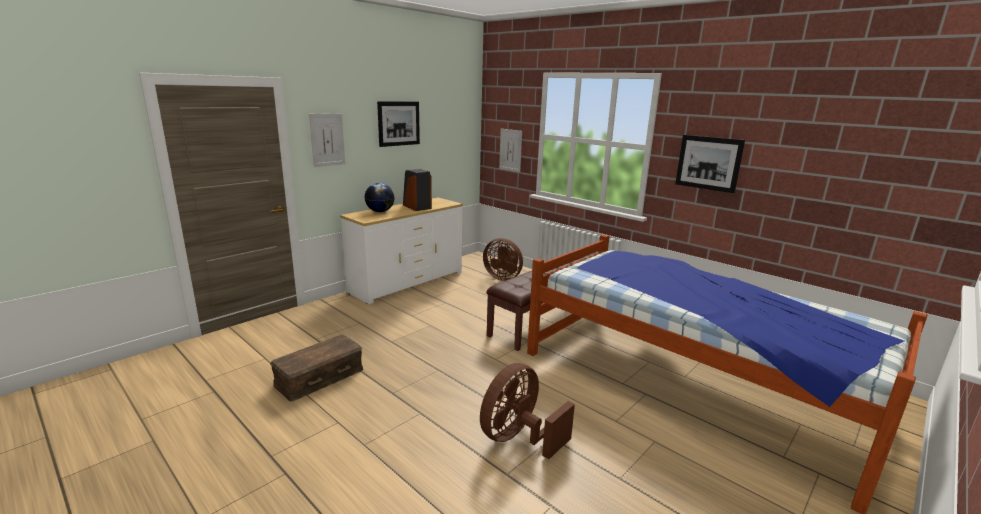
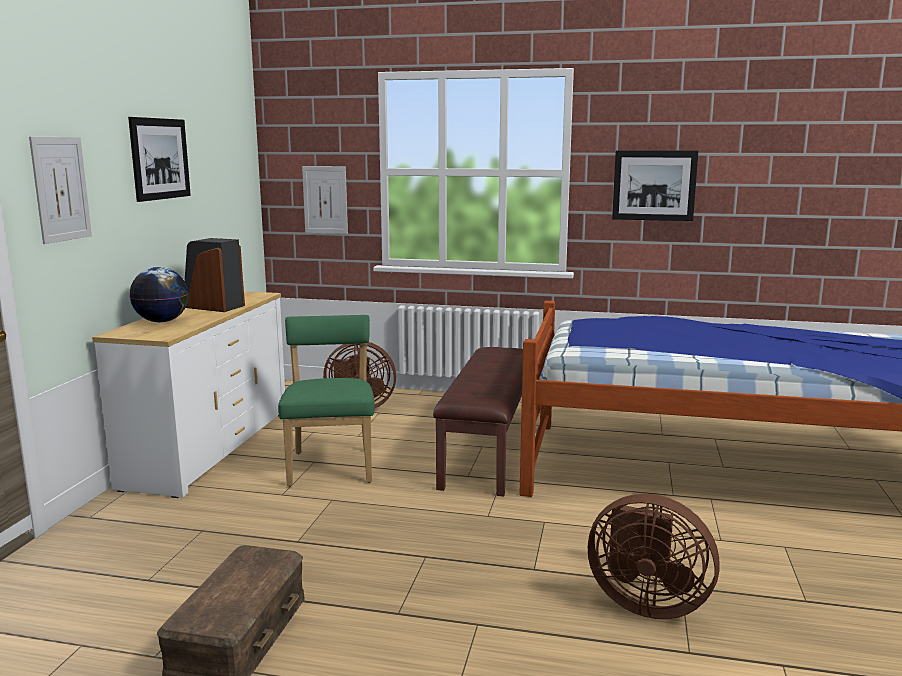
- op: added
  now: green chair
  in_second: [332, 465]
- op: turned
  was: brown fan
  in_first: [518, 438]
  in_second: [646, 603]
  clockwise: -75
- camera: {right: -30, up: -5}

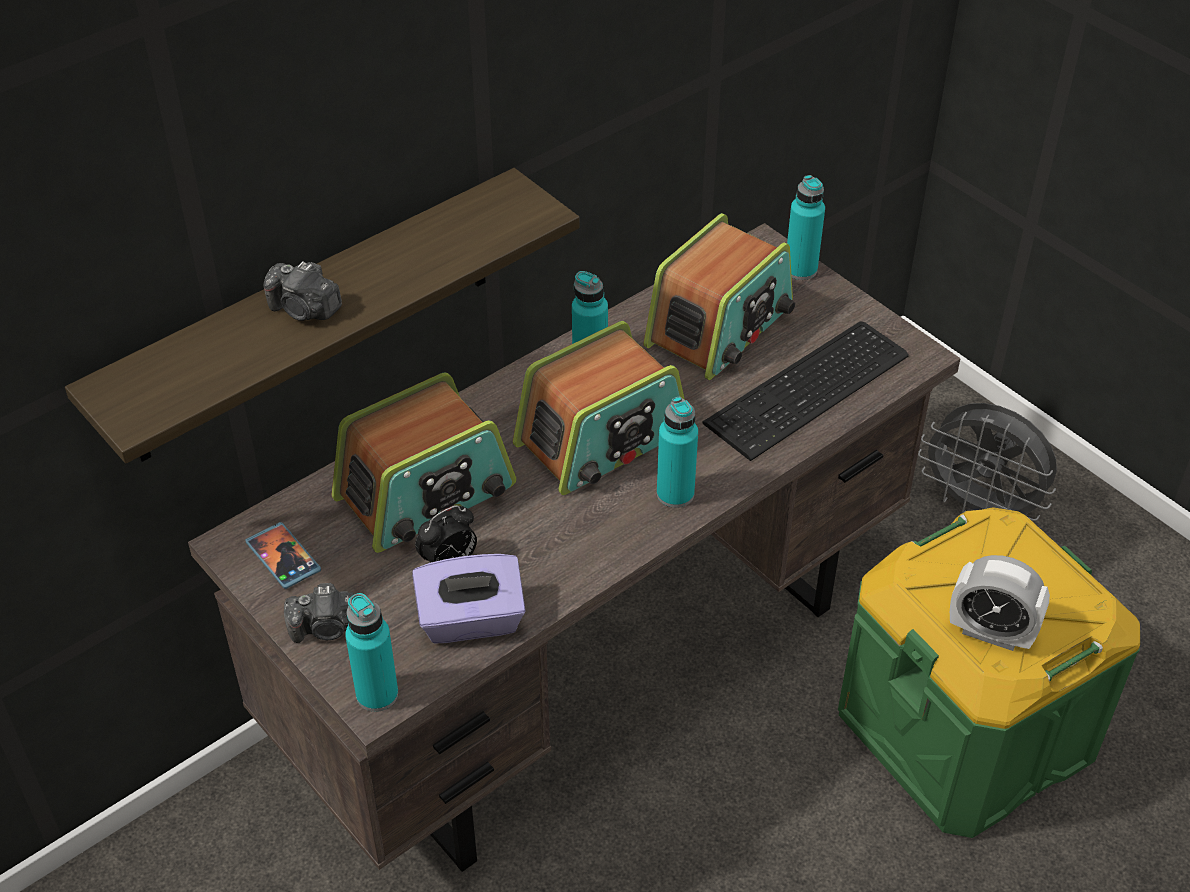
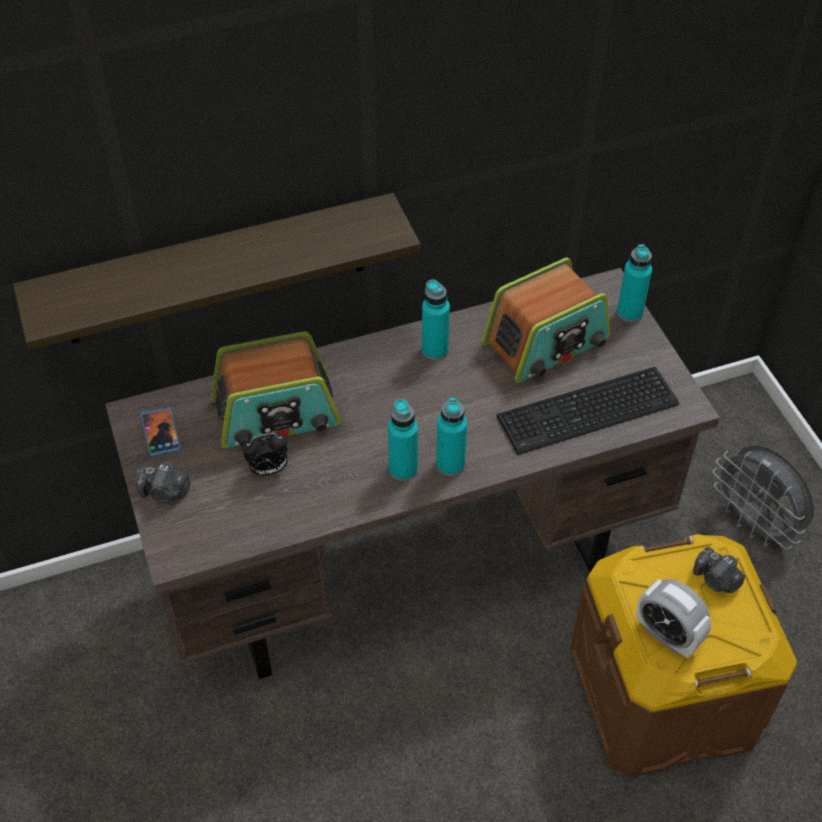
- op: moved
  was: turquoise bottle
  in_first: [377, 694]
  in_second: [403, 469]
- op: recoloured
  was: green storage box
  now: brown storage box
  in_first: [965, 729]
  in_second: [664, 693]
- op: moved
  was: photo camera
  in_first: [304, 310]
  in_second: [716, 579]
- op: removed
  was: purple tissue box
  in_first: [471, 621]
- op: removed
  was: radio
  in_first: [603, 439]
- camera: {right: 20, up: 5}

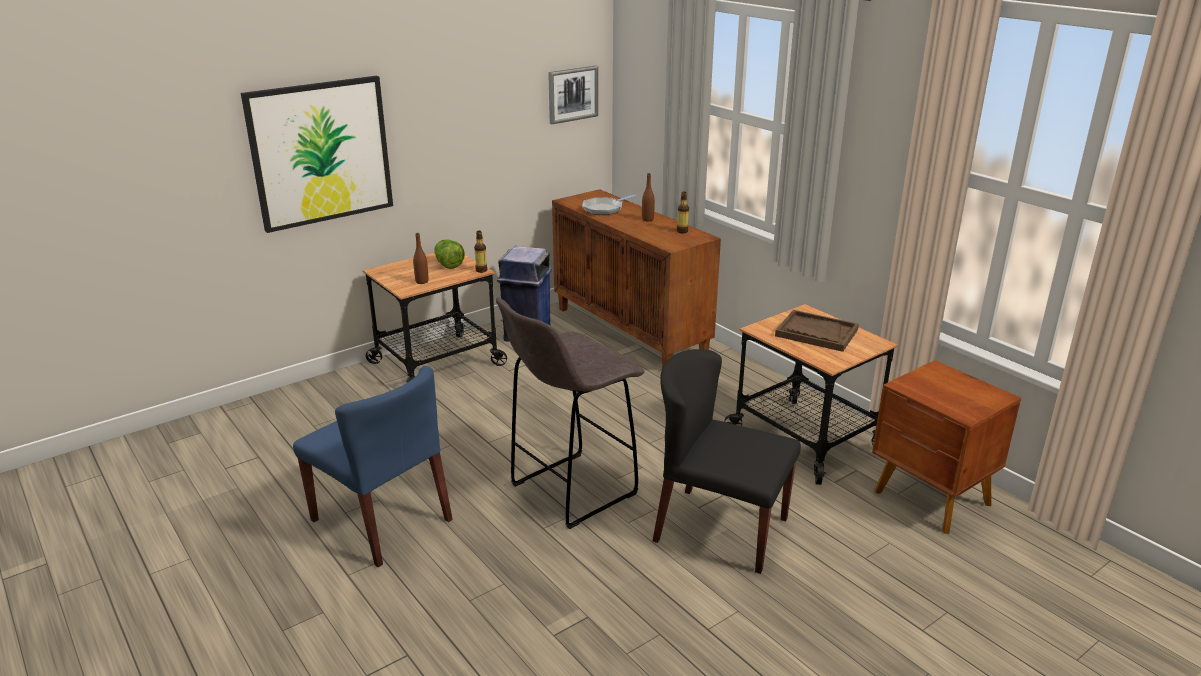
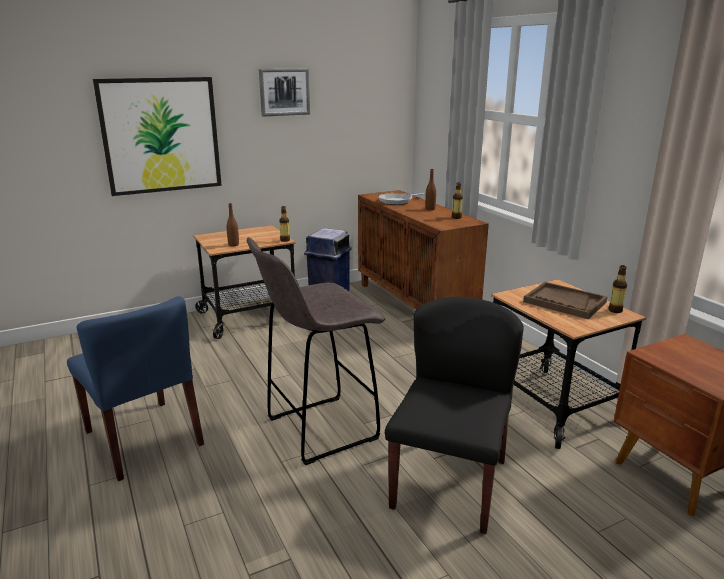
- op: moved
  was: picture
  in_first: [572, 94]
  in_second: [284, 92]
- op: turned
  was: black chair
  in_first: [719, 529]
  in_second: [449, 482]
  clockwise: 75
- op: added
  now: bottle
  in_second: [615, 310]
- op: removed
  was: lettuce
  in_first: [448, 264]
- camera: {right: 10, up: -5}

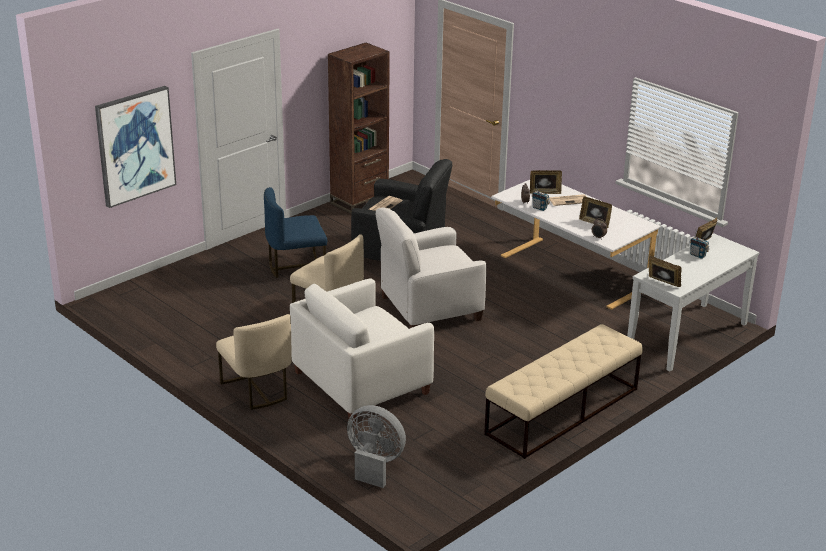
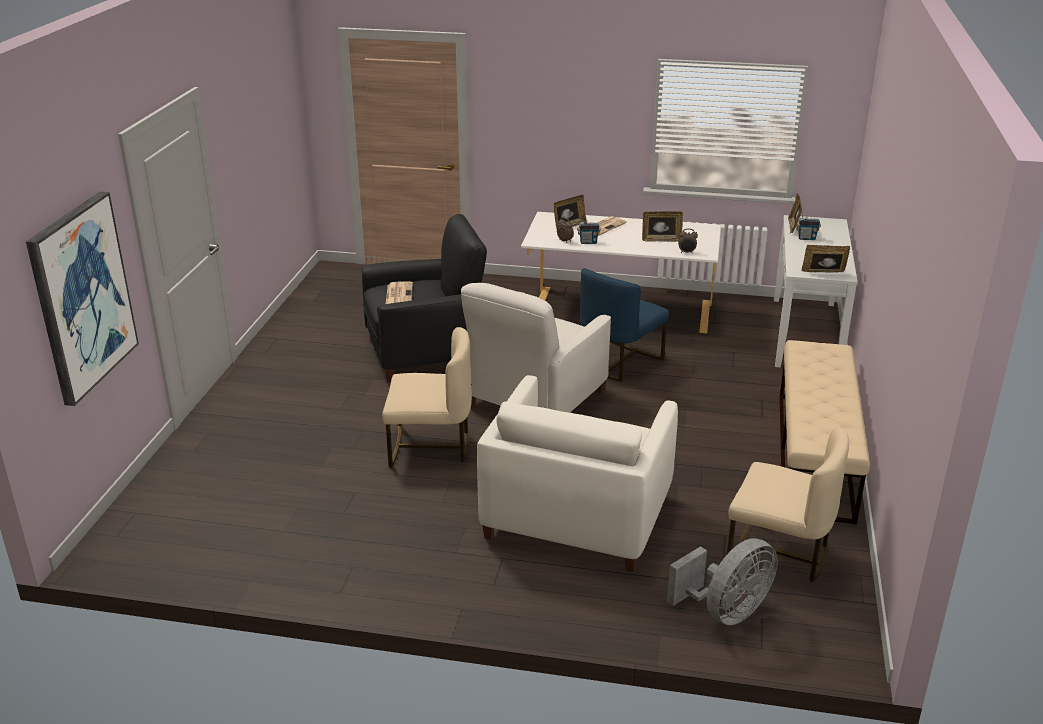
- op: moved
  was: blue chair
  in_first: [296, 267]
  in_second: [619, 362]
- op: turned
  was: grey fan
  in_first: [374, 464]
  in_second: [726, 612]
  clockwise: 150
- op: moved
  was: beige chair
  in_first: [257, 390]
  in_second: [778, 553]
- op: removed
  was: brown bookcase
  in_first: [359, 201]
- camera: {right: -35, up: 0}

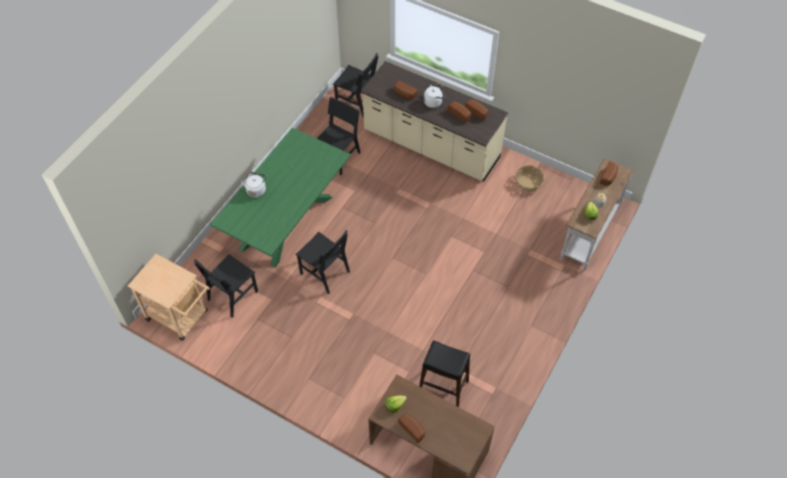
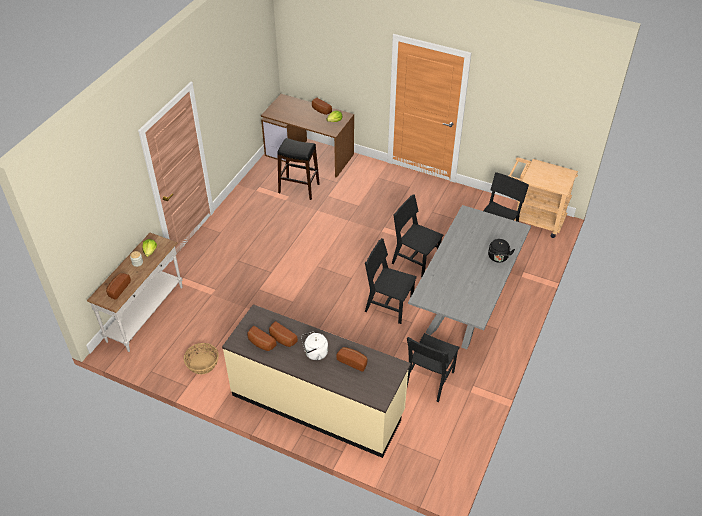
- op: moved
  was: black chair
  in_first: [357, 102]
  in_second: [389, 306]
- op: recoloured
  was: green dining table
  now: grey dining table
  in_first: [287, 222]
  in_second: [466, 303]
- op: recoloured
  was: white kettle
  now: black kettle
  in_first: [256, 190]
  in_second: [498, 258]
- camera: {right: 175, up: -10}

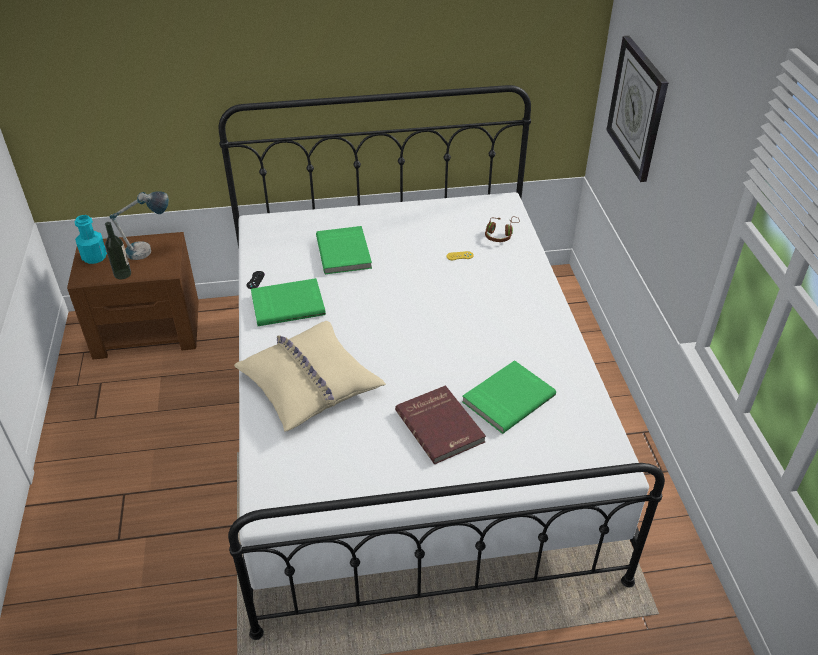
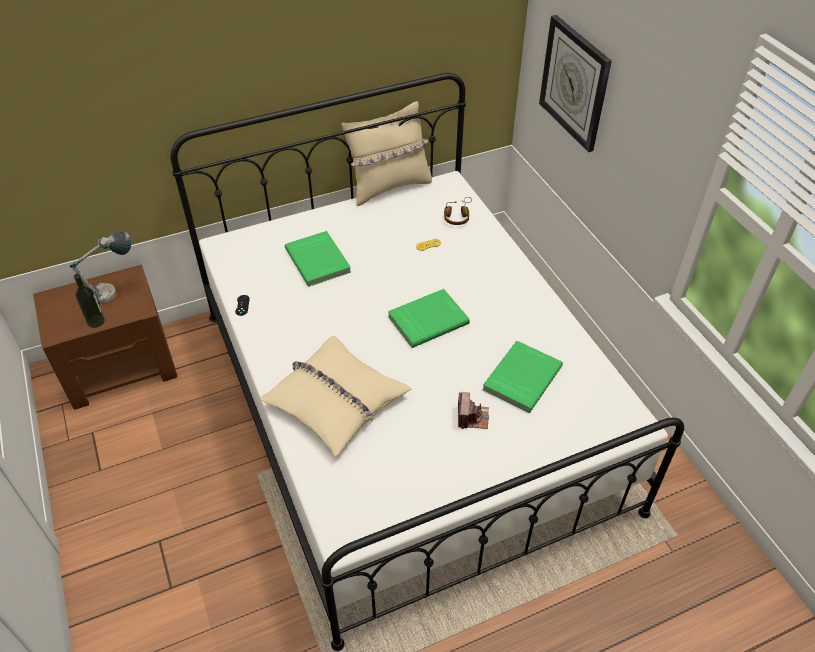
- op: added
  now: beige pillow
  in_second: [389, 187]
- op: moved
  was: green book
  in_first: [287, 304]
  in_second: [427, 319]
- op: replaced
  was: red book
  now: photo camera
  in_first: [441, 426]
  in_second: [472, 417]
- op: removed
  was: turquoise bottle
  in_first: [94, 257]
- camera: {right: -15, up: 5}

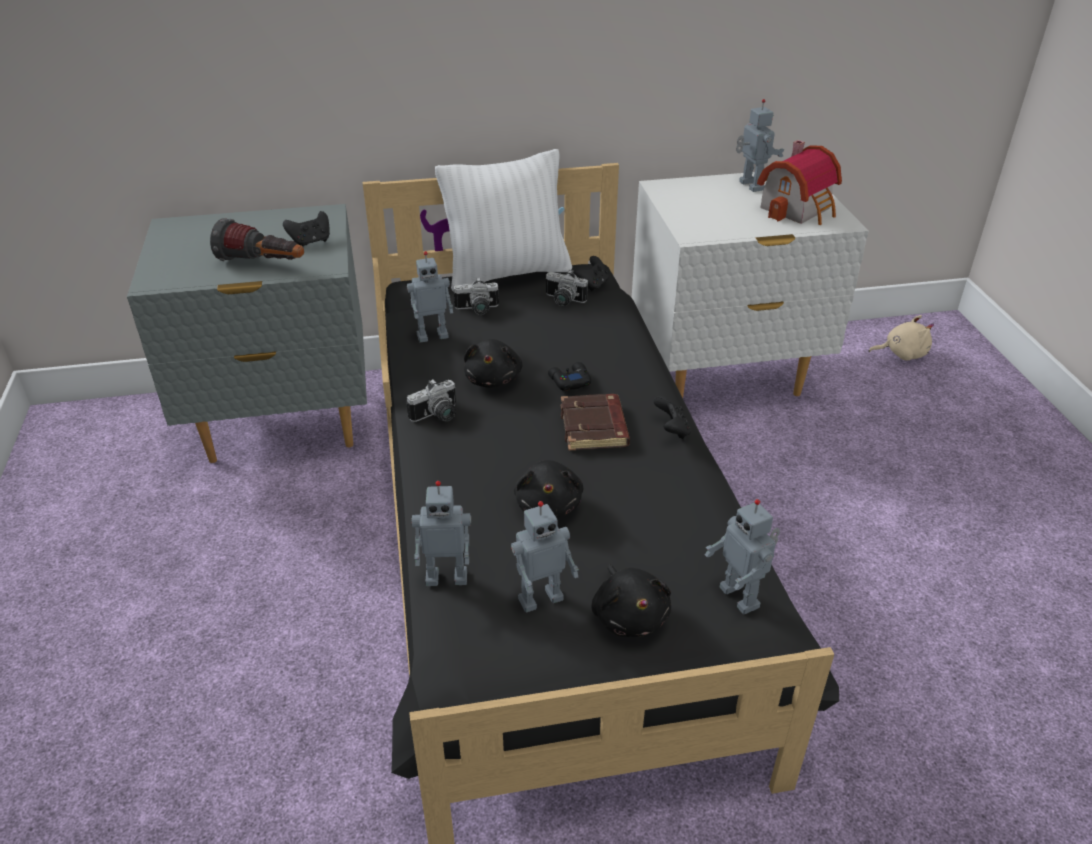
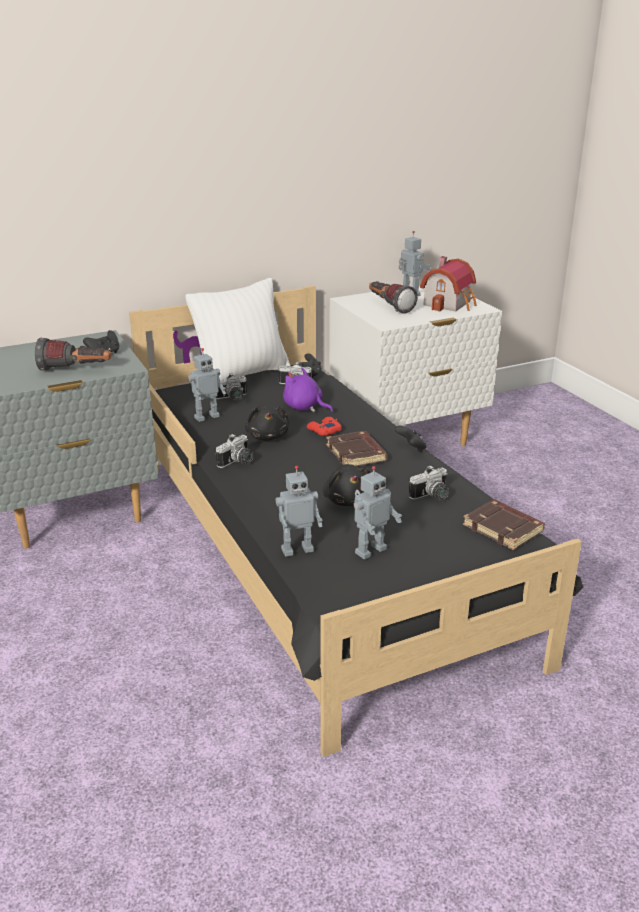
- op: added
  now: purple plush toy
  in_second: [305, 407]
- op: recoloured
  was: black game controller
  now: red game controller
  in_first: [569, 381]
  in_second: [324, 430]
- op: added
  now: flashlight
  in_second: [389, 306]
- op: added
  now: photo camera
  in_second: [432, 496]
- op: replaced
  was: toy robot
  now: brown book
  in_first: [741, 596]
  in_second: [504, 529]
- op: removed
  was: black plush toy
  in_first: [629, 615]
- op: removed
  was: beige plush toy
  in_first: [901, 354]
- camera: {right: -15, up: -10}

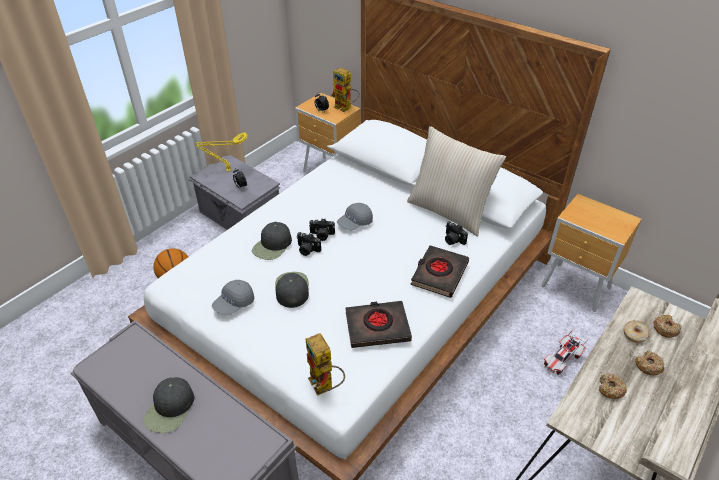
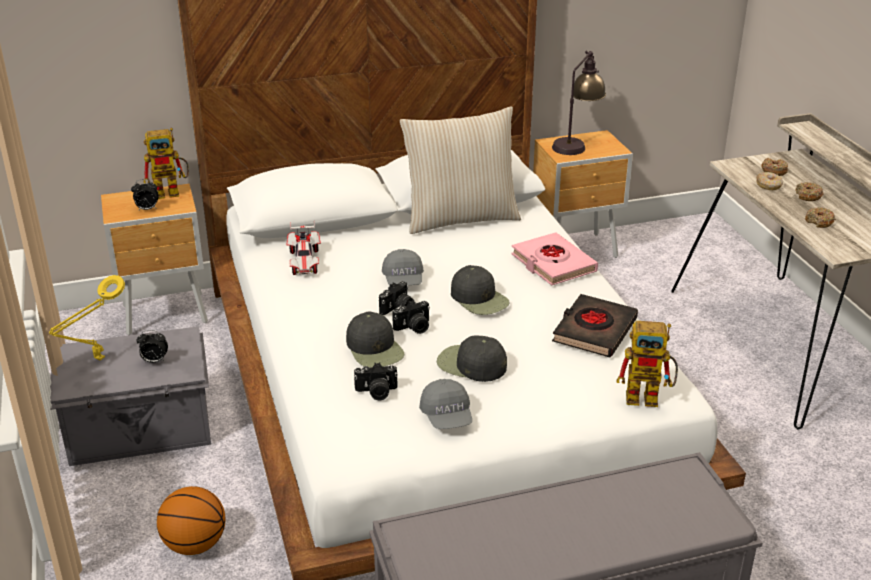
- op: moved
  was: toy car
  in_first: [562, 360]
  in_second: [305, 262]
- op: moved
  was: photo camera
  in_first: [453, 240]
  in_second: [376, 392]
- op: moved
  was: black cap
  in_first: [170, 409]
  in_second: [479, 298]
- op: recoloured
  was: black book
  now: pink book
  in_first: [439, 274]
  in_second: [553, 264]
- op: added
  now: table lamp
  in_second: [576, 144]
- camera: {right: -55, up: -10}

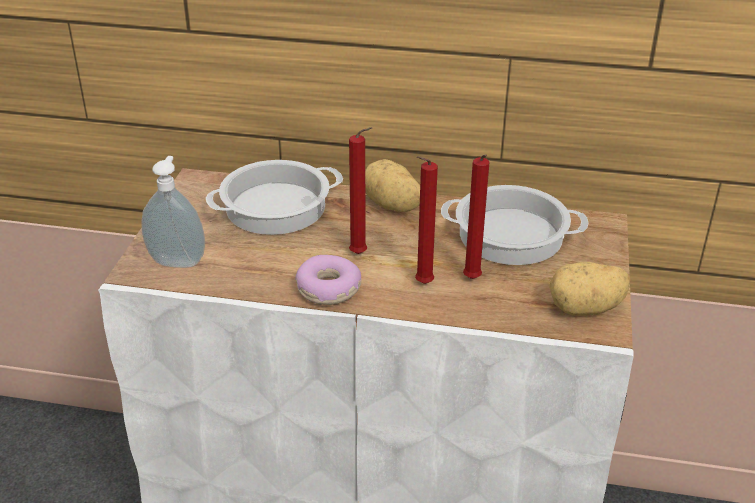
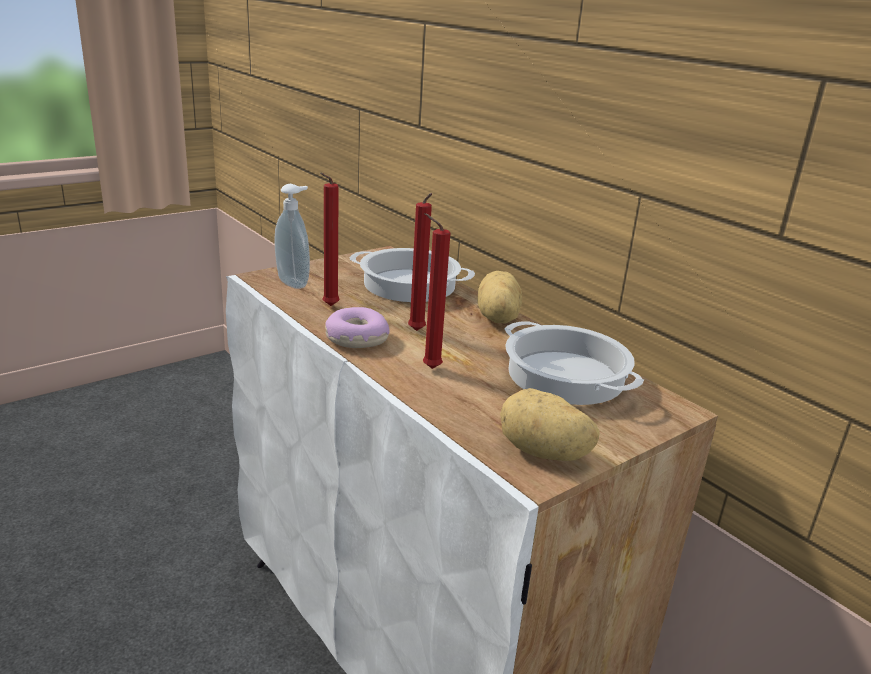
- op: moved
  was: red candle
  in_first: [472, 280]
  in_second: [328, 306]
- camera: {right: 40, up: -10}

